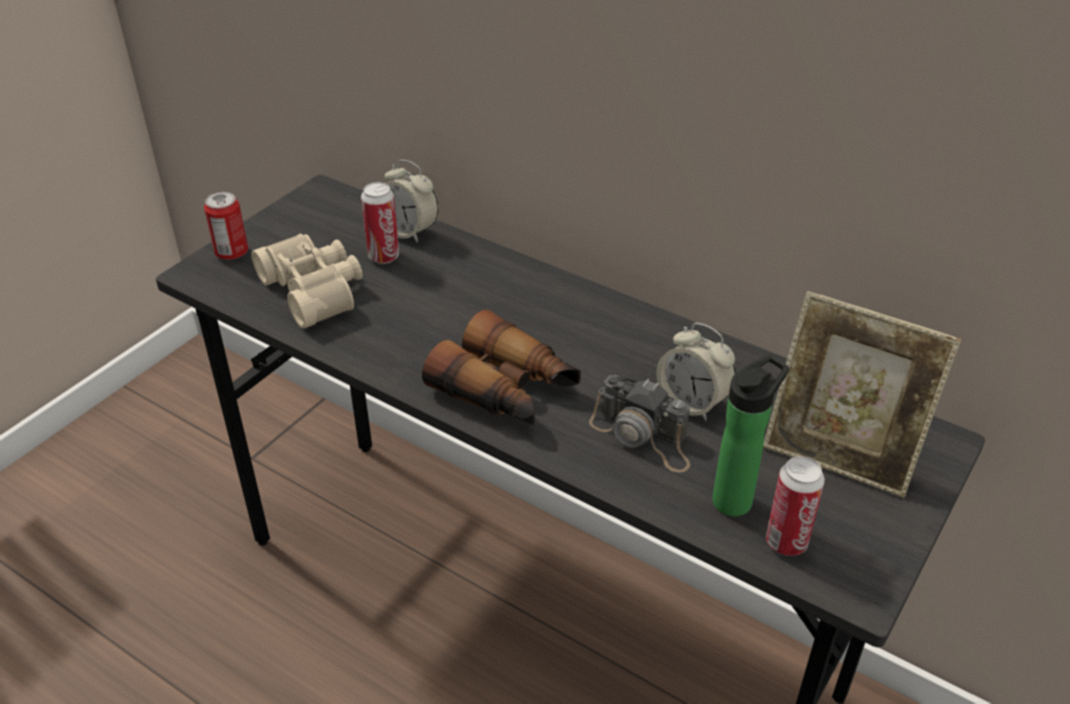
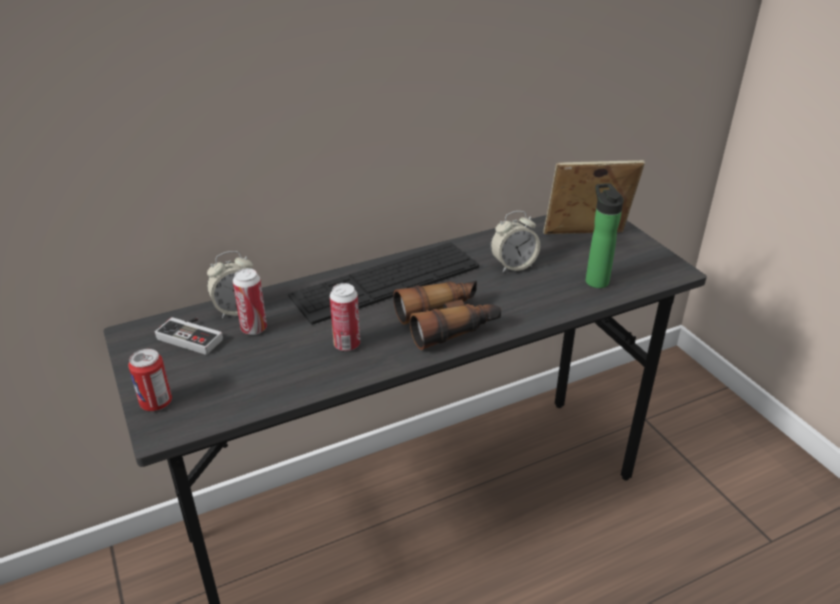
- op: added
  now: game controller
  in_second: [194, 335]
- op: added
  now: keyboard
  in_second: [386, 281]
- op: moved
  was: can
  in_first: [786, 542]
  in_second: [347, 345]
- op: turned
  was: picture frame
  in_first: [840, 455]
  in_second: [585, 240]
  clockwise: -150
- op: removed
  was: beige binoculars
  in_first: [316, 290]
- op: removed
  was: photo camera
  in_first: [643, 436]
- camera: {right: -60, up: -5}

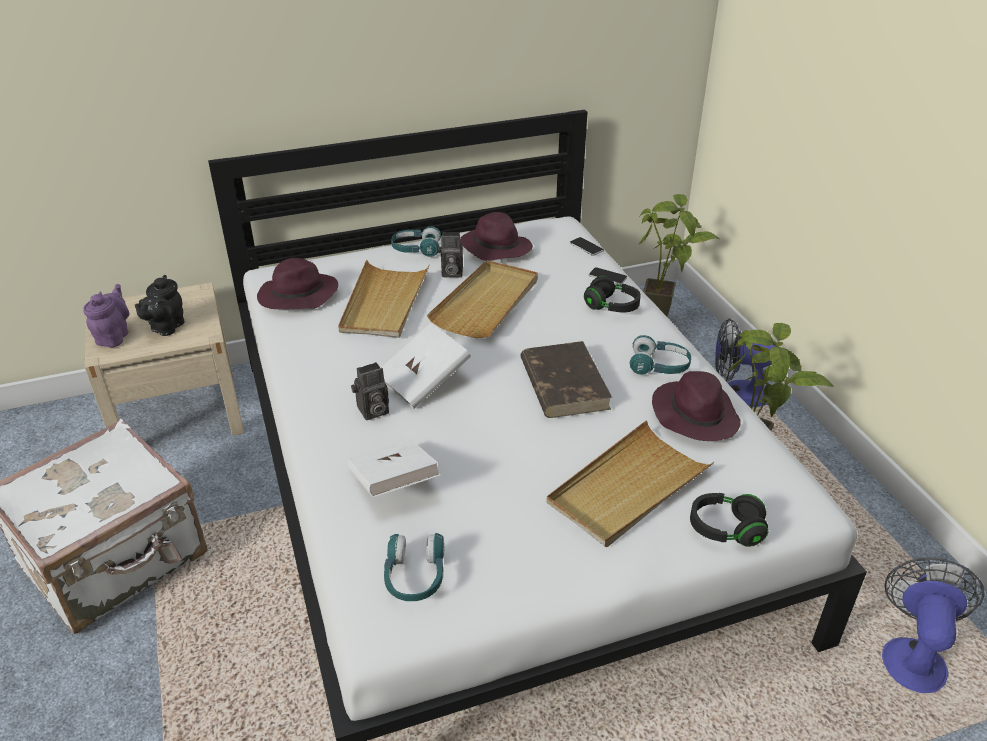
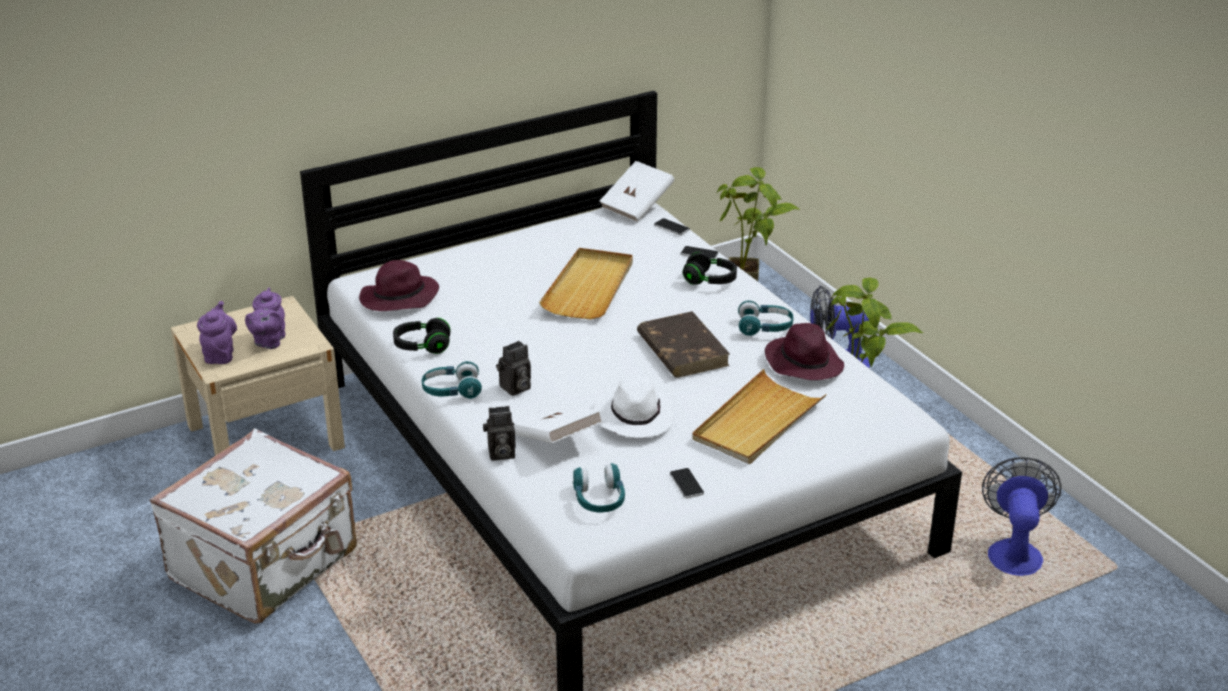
- op: recoloured
  was: black teapot
  now: purple teapot
  in_first: [166, 328]
  in_second: [268, 341]
- op: moved
  was: black headphones
  in_first: [725, 529]
  in_second: [422, 346]
- op: moved
  was: turquoise headphones
  in_first: [416, 250]
  in_second: [451, 391]
- op: moved
  was: photo camera
  in_first: [450, 273]
  in_second: [500, 454]
- op: added
  now: white hat
  in_second: [634, 417]
- op: moved
  was: white book
  in_first: [424, 382]
  in_second: [637, 206]
- op: added
  now: phone
  in_second: [686, 484]
- op: removed
  was: beige tray
  in_first: [384, 303]
- op: removed
  was: purple hat
  in_first: [495, 248]
- camera: {right: -10, up: -5}

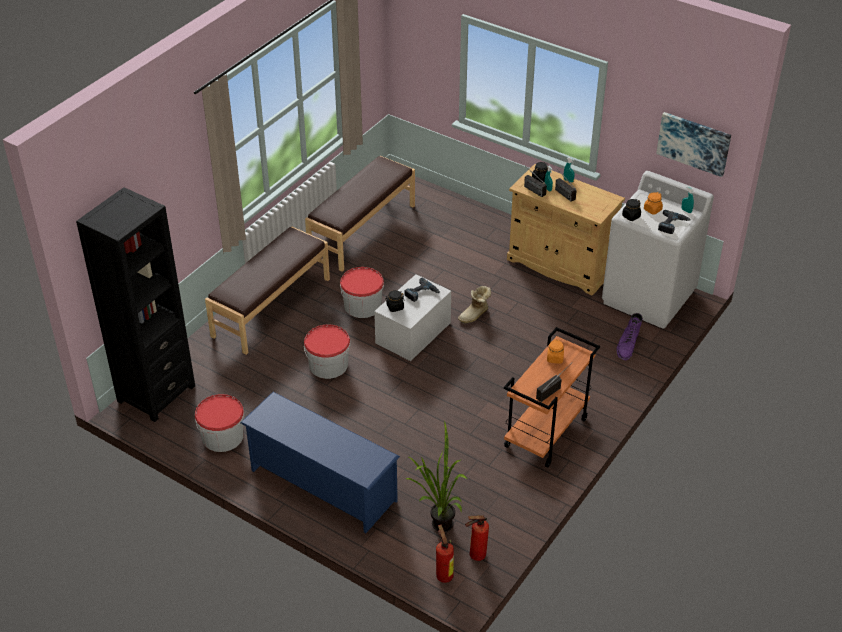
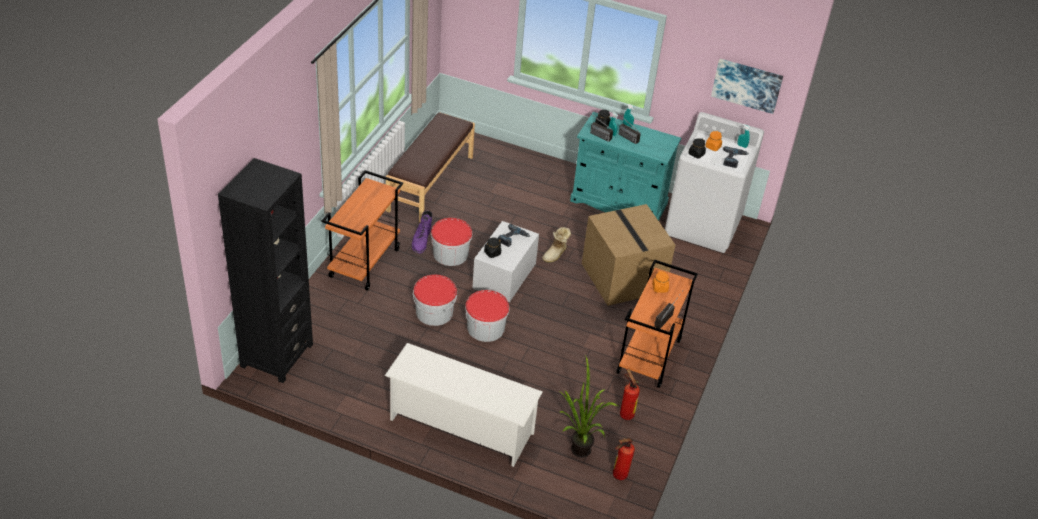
- op: replaced
  was: brown bench
  now: orange cart
  in_first: [271, 307]
  in_second: [364, 262]
- op: recoloured
  was: blue shoe rack
  now: white shoe rack
  in_first: [322, 485]
  in_second: [460, 426]
- op: moved
  was: purple boot
  in_first: [627, 345]
  in_second: [421, 240]
- op: moved
  was: bucket
  in_first: [223, 436]
  in_second: [486, 328]
- op: recoloured
  was: beige cabinet
  now: turquoise cabinet
  in_first: [560, 265]
  in_second: [618, 202]
- op: added
  now: cardboard box
  in_second: [621, 277]
- op: moved
  was: fire extinguisher
  in_first: [443, 574]
  in_second: [625, 413]
- camera: {right: -15, up: 0}

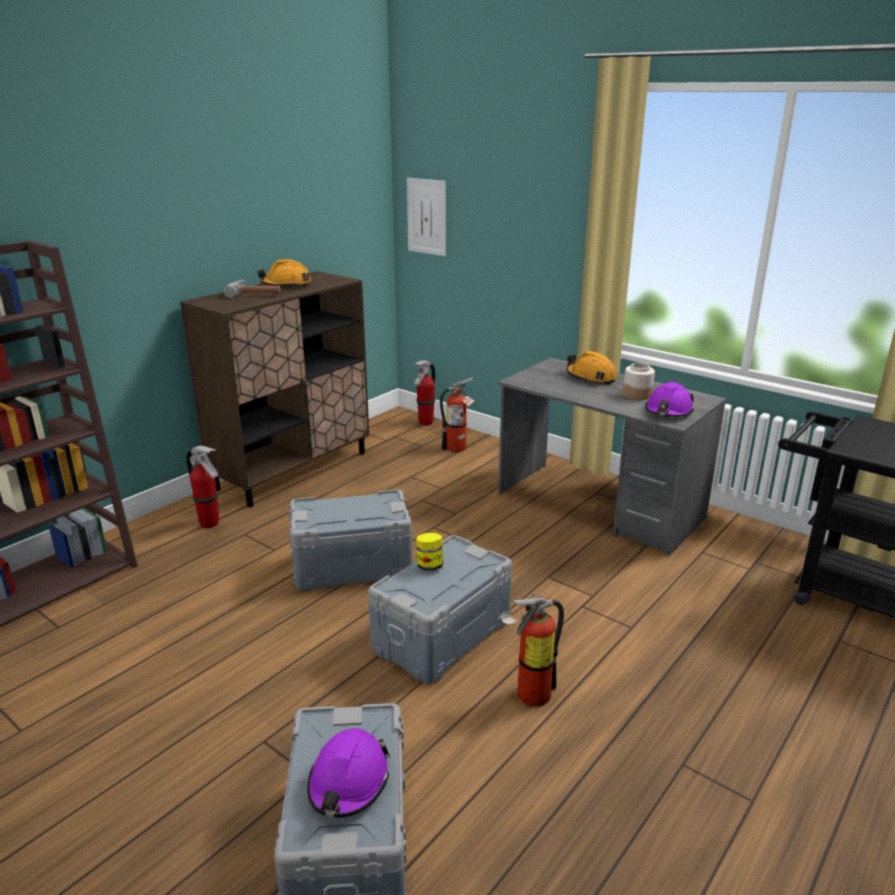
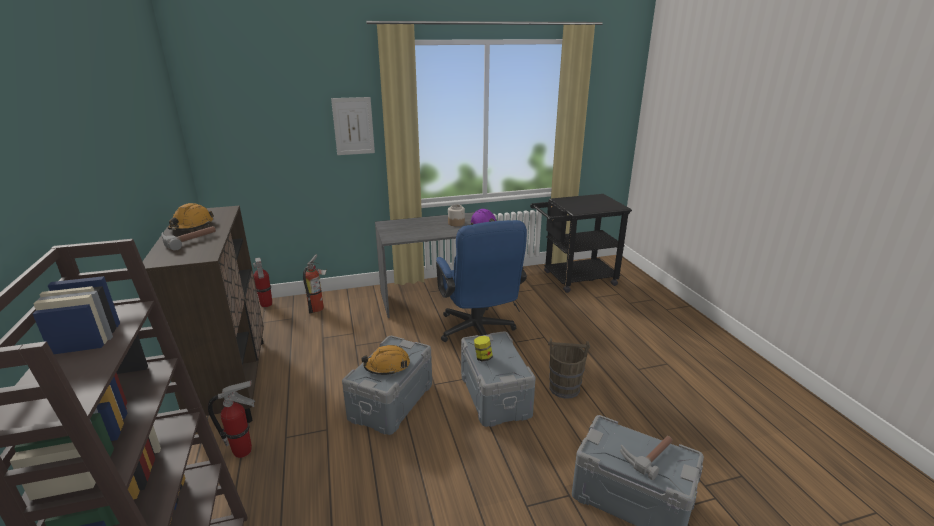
- op: moved
  was: picture
  in_first: [426, 216]
  in_second: [353, 126]
- op: moved
  was: orange hard hat
  in_first: [591, 377]
  in_second: [387, 366]
- op: added
  now: blue office chair
  in_second: [478, 333]
- op: replaced
  was: fire extinguisher
  now: brown bucket
  in_first: [528, 694]
  in_second: [564, 388]
- op: replaced
  was: purple hard hat
  now: hammer
  in_first: [348, 783]
  in_second: [647, 454]
- camera: {right: -55, up: 0}

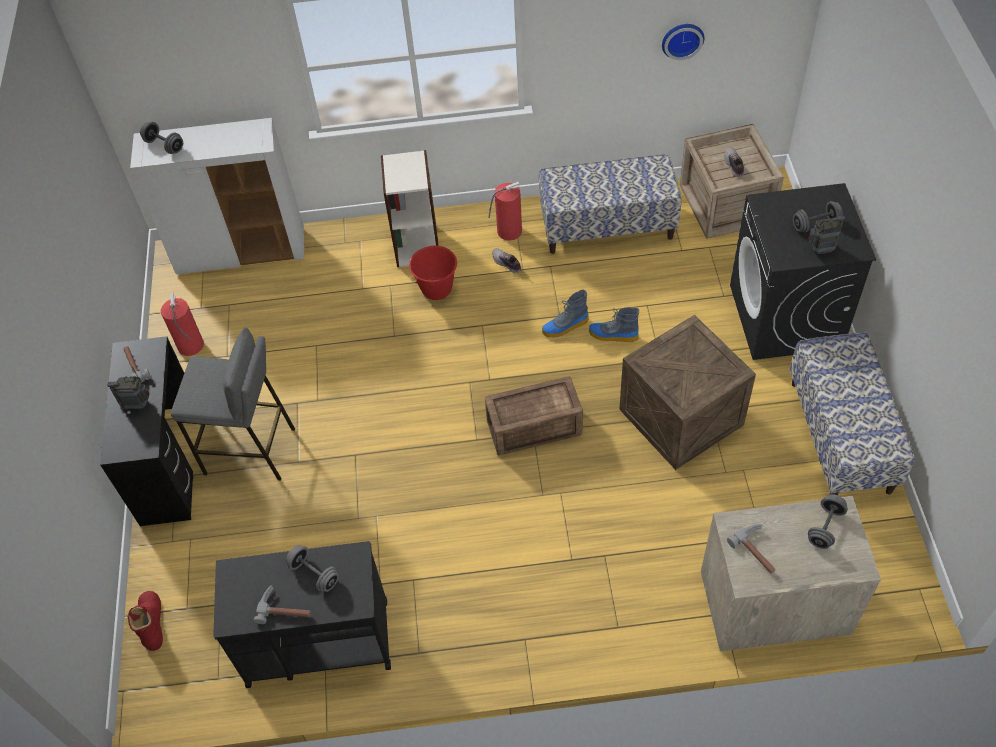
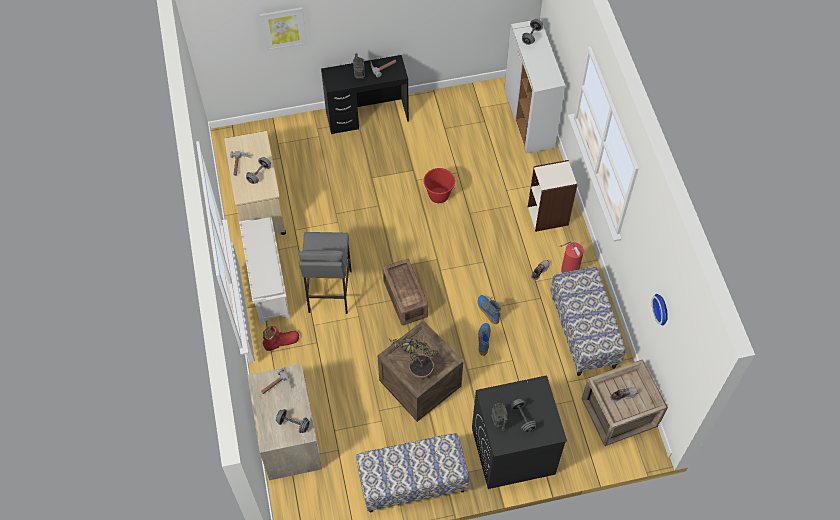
- op: recoloured
  was: black cart
  now: beige cart
  in_first: [316, 642]
  in_second: [259, 205]
- op: added
  now: white shoe rack
  in_second: [267, 283]
- op: added
  now: picture
  in_second: [283, 28]
- op: moved
  was: red boot
  in_first: [152, 622]
  in_second: [281, 341]
- op: moved
  was: grey stool
  in_first: [250, 451]
  in_second: [329, 291]
- op: added
  now: potted plant
  in_second: [415, 371]
- op: moved
  was: red bucket
  in_first: [437, 289]
  in_second: [438, 195]
- op: removed
  was: fire extinguisher
  in_first: [190, 346]
- camera: {right: 80, up: 5}

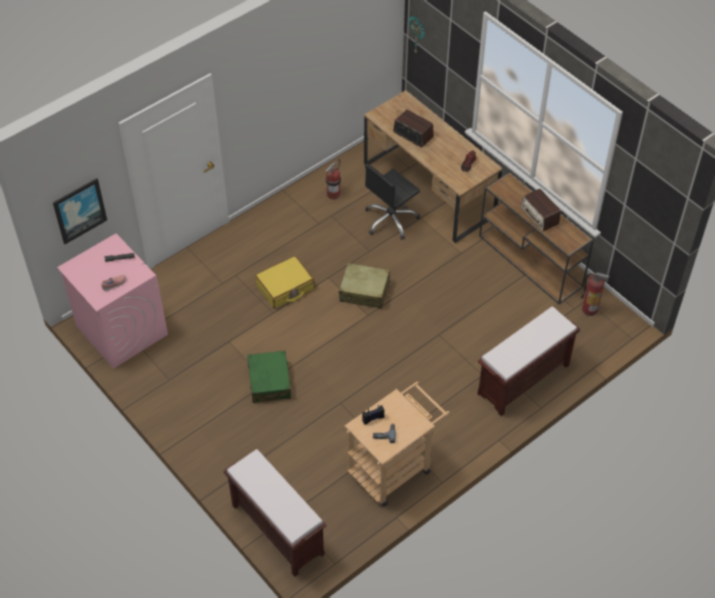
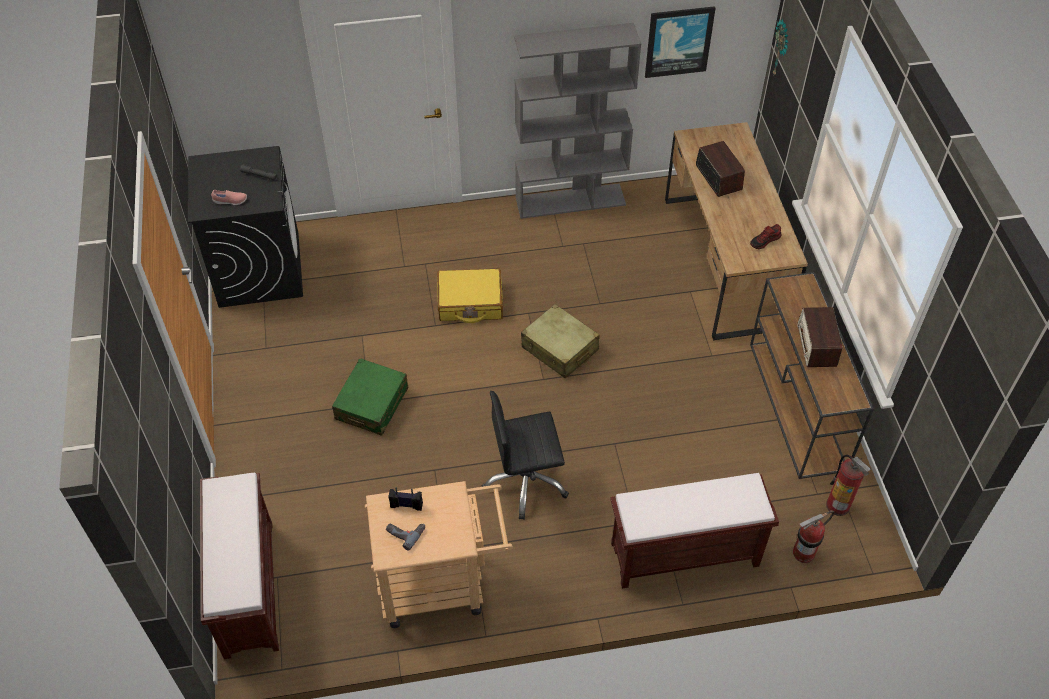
- op: recoloured
  was: pink washing machine
  now: black washing machine
  in_first: [121, 330]
  in_second: [259, 269]
- op: moved
  was: black office chair
  in_first: [391, 220]
  in_second: [525, 481]
- op: added
  now: grey bookcase
  in_second: [571, 201]
- op: moved
  was: picture
  in_first: [79, 210]
  in_second: [678, 41]
- op: moved
  was: fire extinguisher
  in_first: [333, 194]
  in_second: [803, 553]
- camera: {right: 30, up: 0}

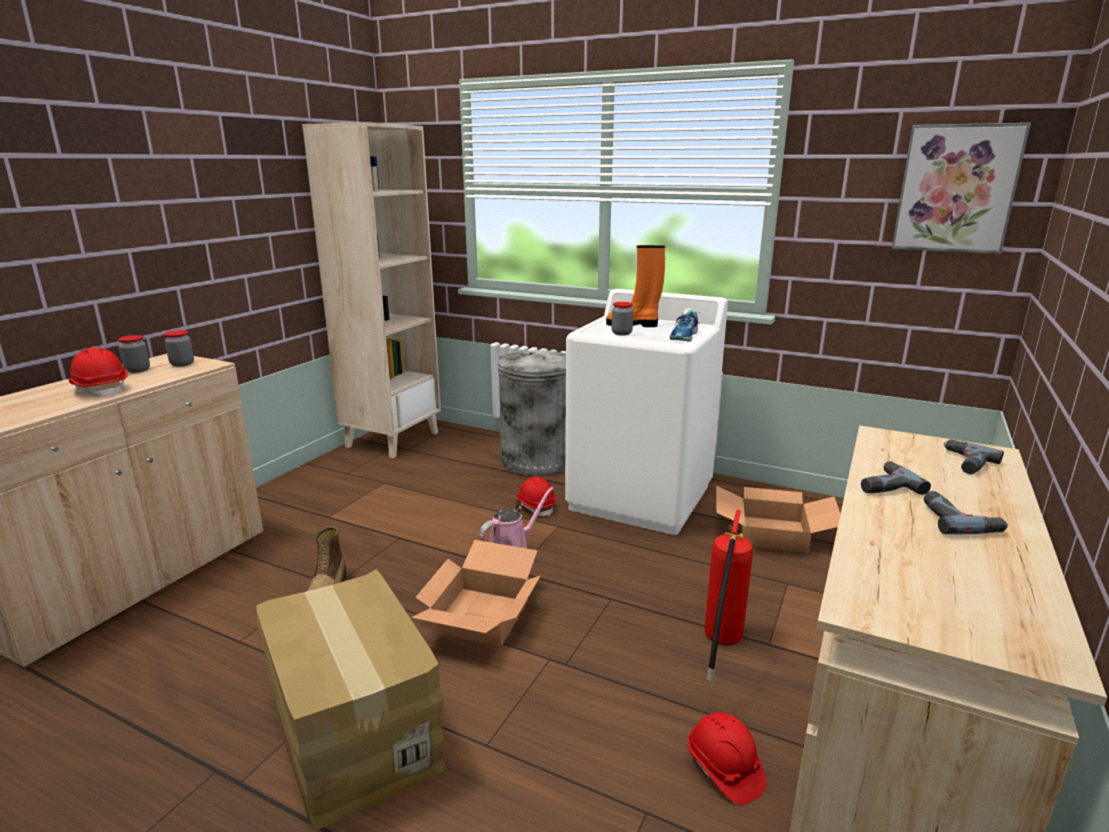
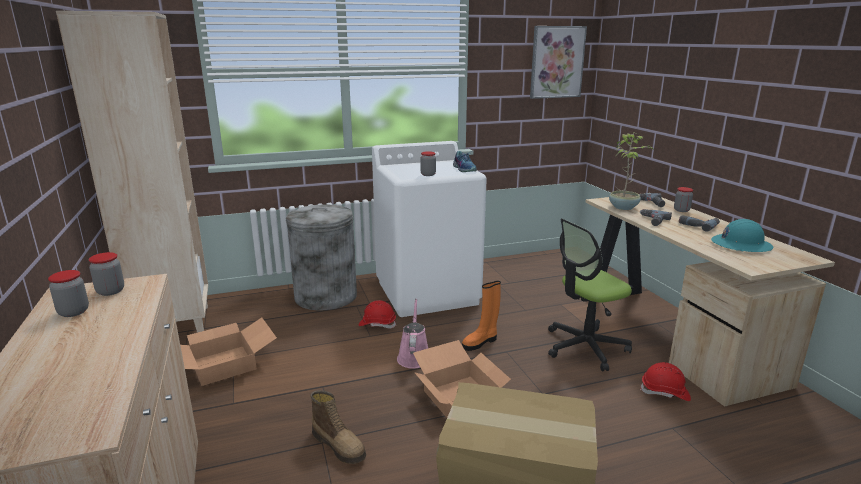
- op: moved
  was: cardboard box
  in_first: [774, 533]
  in_second: [224, 364]
- op: moved
  was: orange boot
  in_first: [633, 325]
  in_second: [480, 342]
- op: replaced
  was: fire extinguisher
  now: office chair
  in_first: [719, 649]
  in_second: [585, 347]
- op: added
  now: potted plant
  in_second: [624, 207]
- op: added
  now: jar
  in_second: [681, 210]
- op: added
  now: turquoise hard hat
  in_second: [740, 245]
- op: removed
  was: red hard hat
  in_first: [101, 389]
- camera: {right: -45, up: 0}

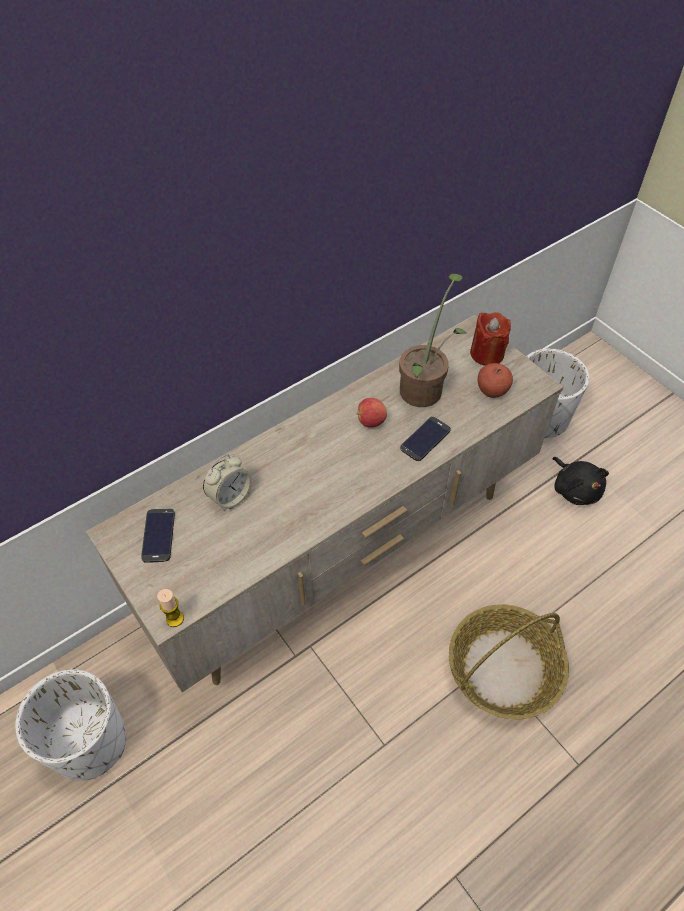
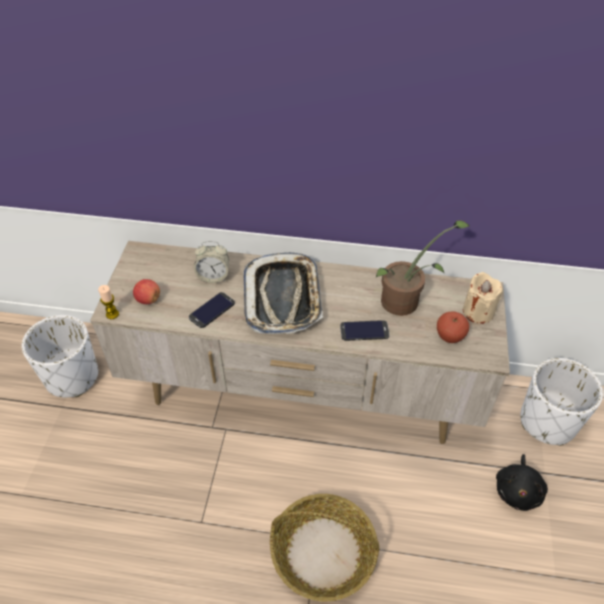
- op: moved
  was: apple
  in_first: [371, 421]
  in_second: [148, 299]
- op: moved
  was: phone
  in_first: [158, 535]
  in_second: [212, 310]
- op: added
  now: tray
  in_second: [283, 298]
- op: recoloured
  was: red candle
  now: beige candle
  in_first: [487, 353]
  in_second: [478, 311]
- camera: {right: 45, up: -5}

